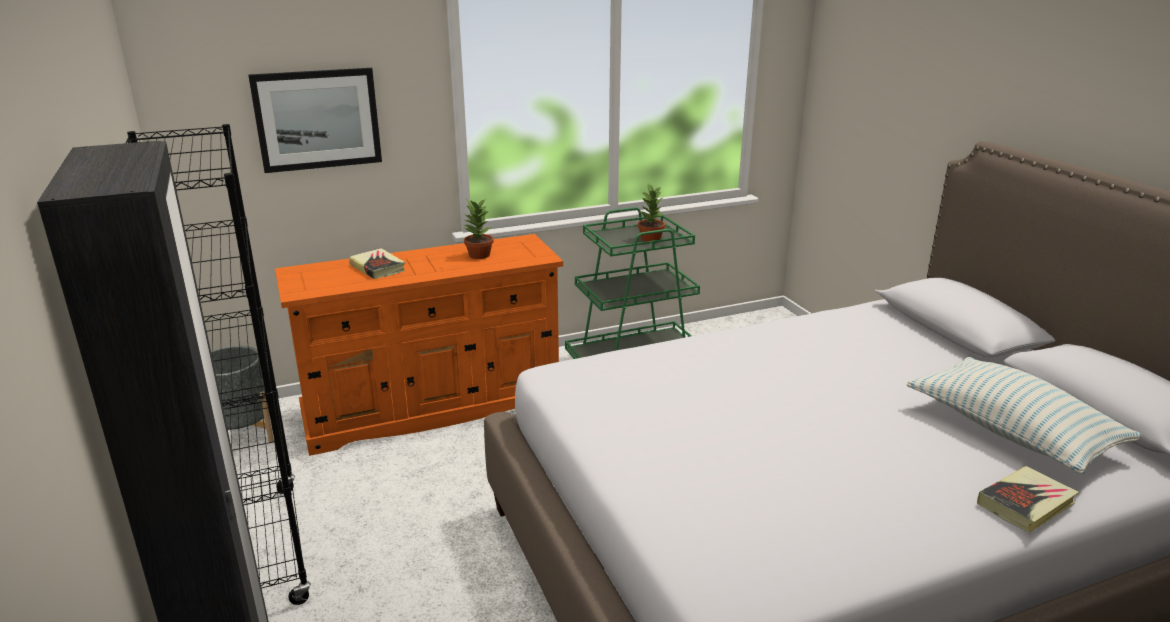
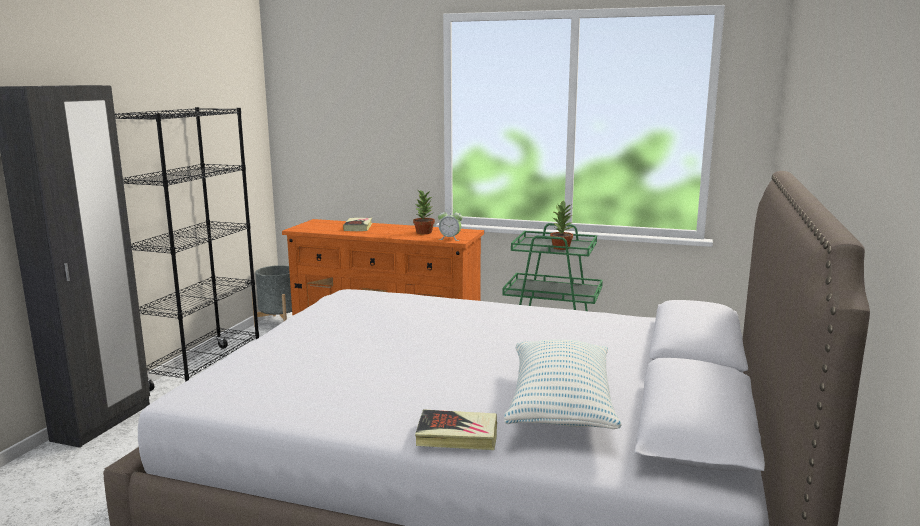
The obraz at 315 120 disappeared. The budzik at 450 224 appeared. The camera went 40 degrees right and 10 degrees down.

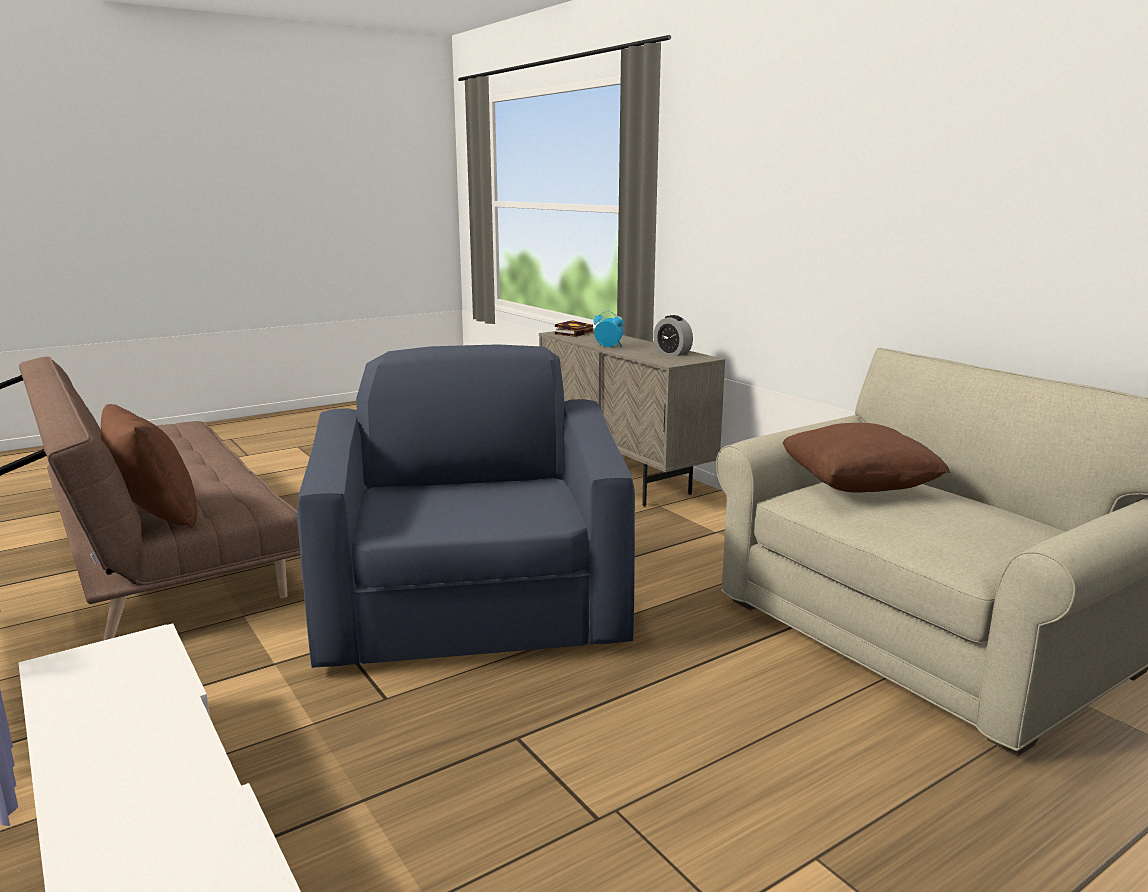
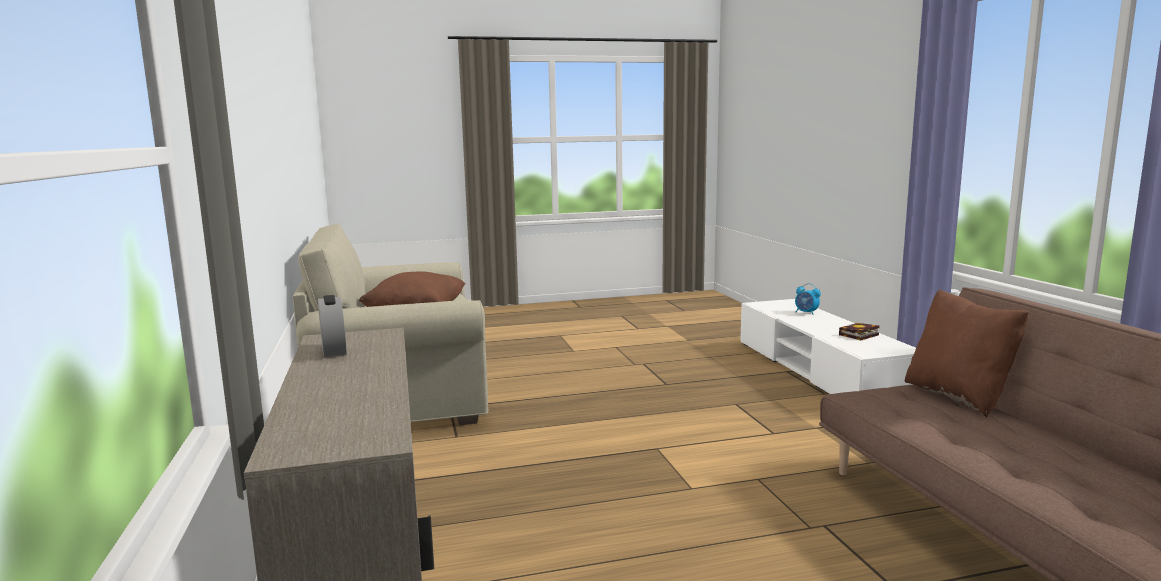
The fotel (niebieski) at 466 506 disappeared. The książka moved from 574 328 to 859 331. The budzik moved from 609 329 to 808 299. The camera went 160 degrees left and 5 degrees down.

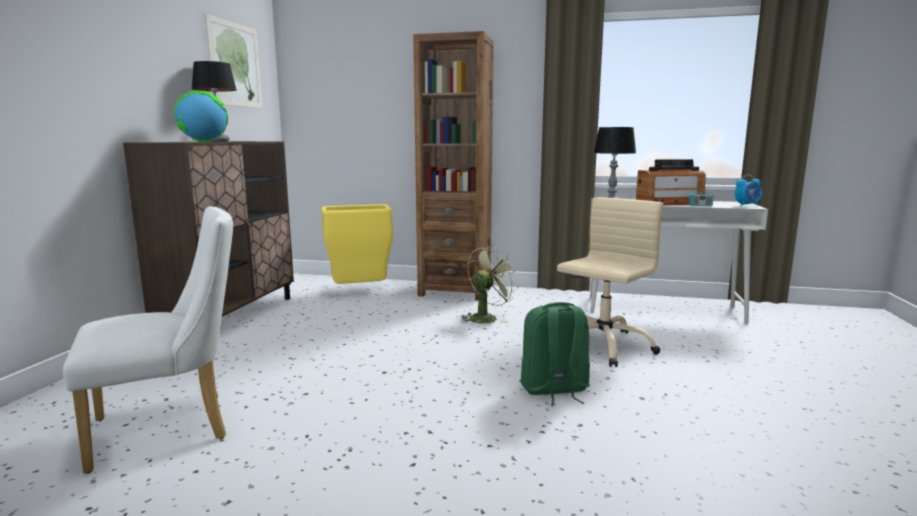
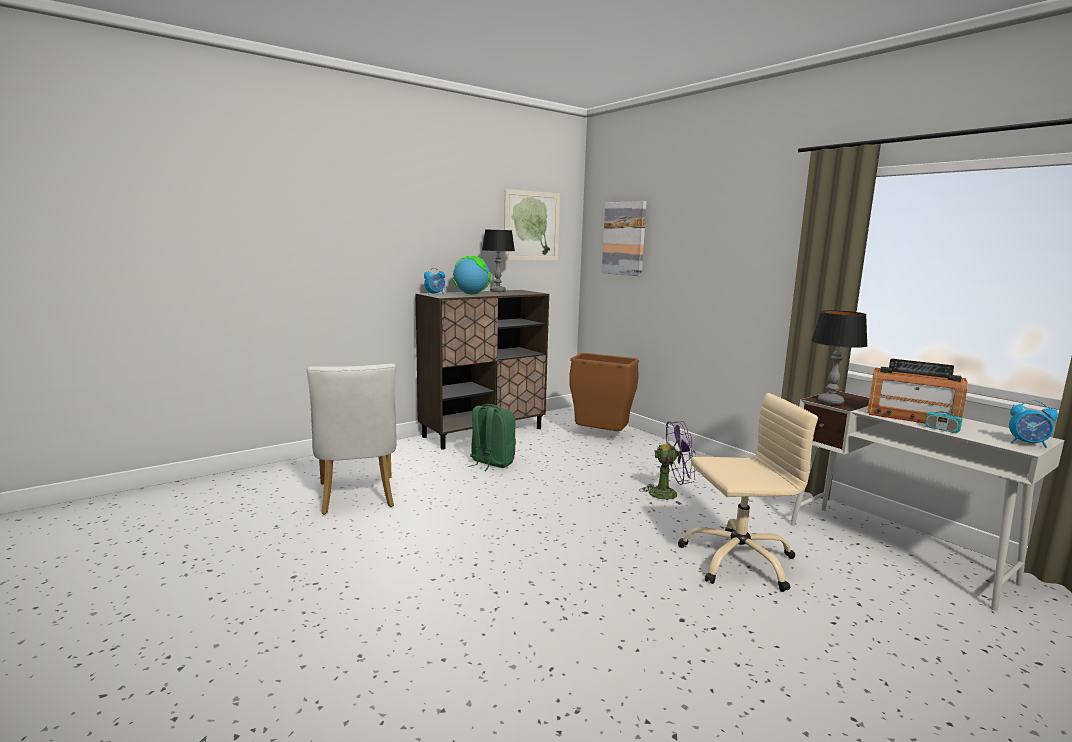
The regał (brązowy) at 453 165 disappeared. The budzik at 434 281 appeared. The obraz at 624 238 appeared. The plecak (zielony) moved from 555 354 to 492 437. The kosz na śmieci (żółty) at 357 244 became the kosz na śmieci (brązowy) at 604 392. The wentylator (zielony) at 490 284 became the wentylator (fioletowy) at 667 463. The krzesło (biały) at 148 340 turned 60 degrees clockwise. The camera went 40 degrees right and 0 degrees up.

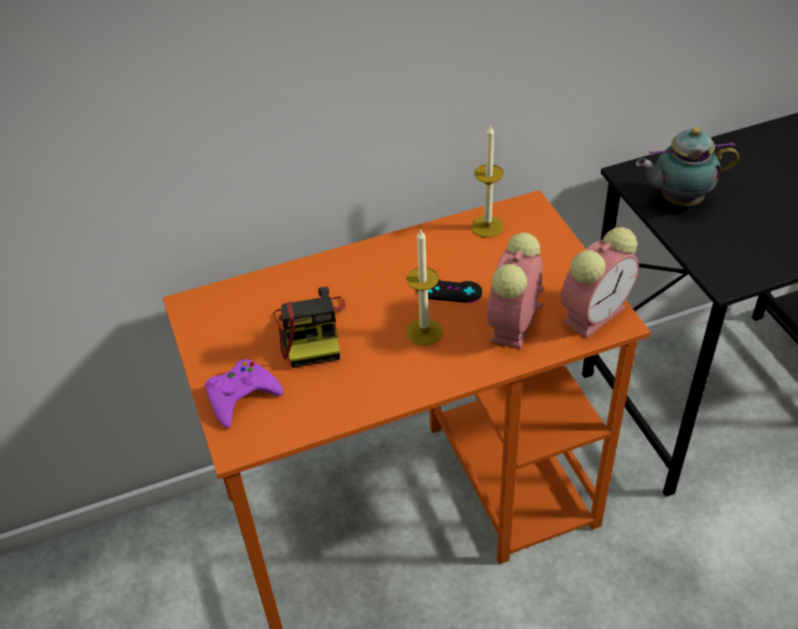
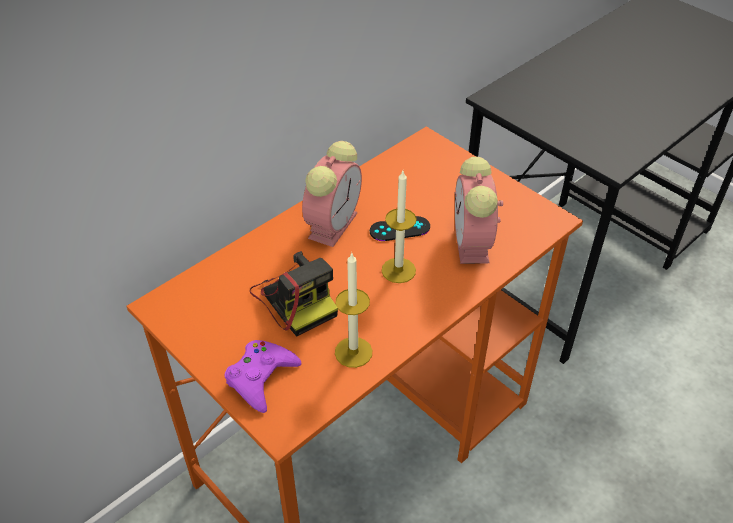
The imbryk at 687 166 disappeared. The świeca moved from 487 180 to 353 310. The budzik moved from 600 283 to 332 194. The camera went 25 degrees left and 0 degrees up.

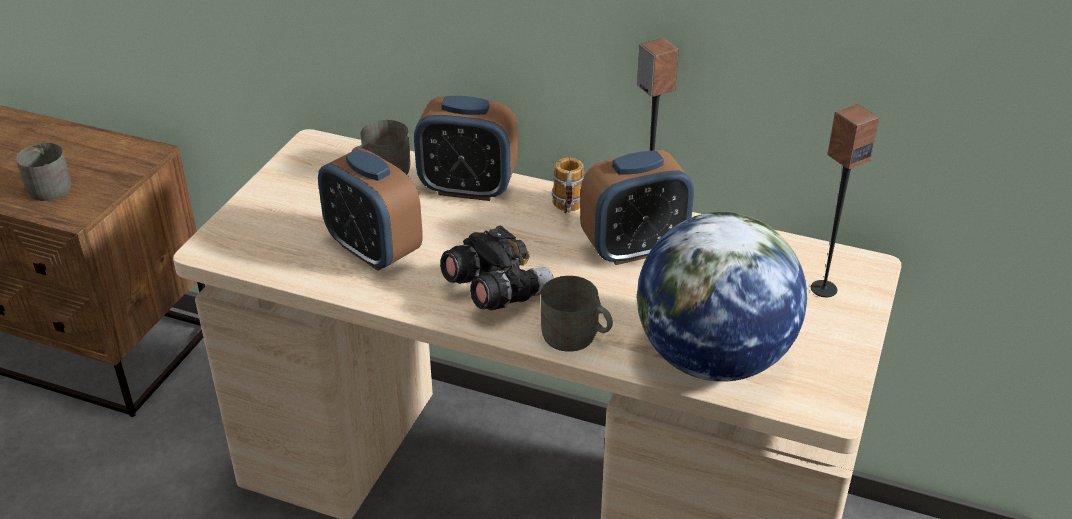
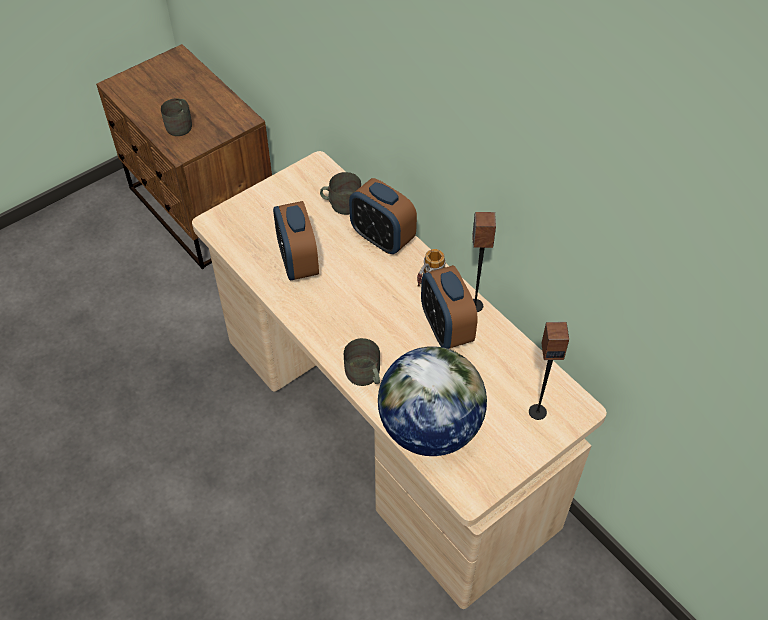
The lornetka (czarny) at 497 267 disappeared. The budzik at 637 207 turned 60 degrees clockwise. The camera went 30 degrees right and 15 degrees up.

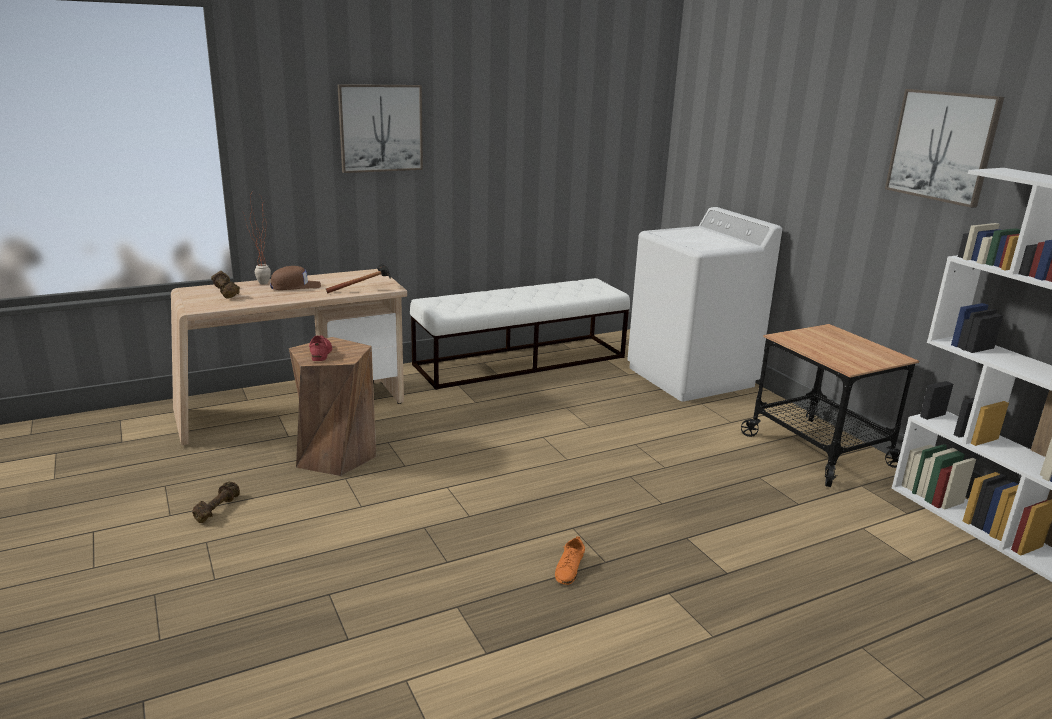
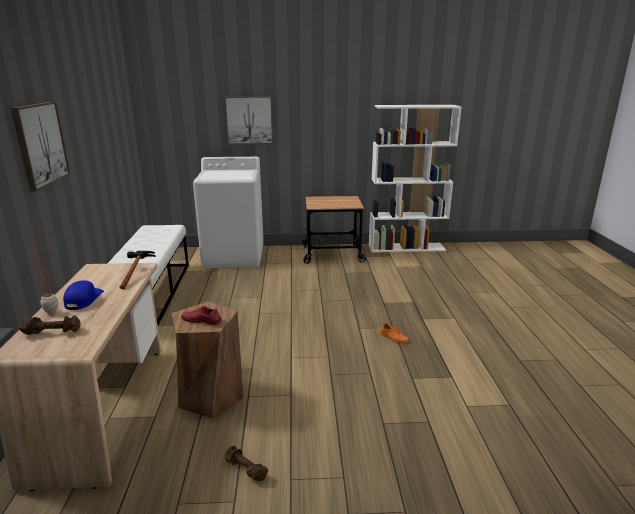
The obraz moved from 944 148 to 248 120. The czapka z daszkiem (brązowy) at 295 278 became the czapka z daszkiem (niebieski) at 83 295. The camera went 65 degrees left and 0 degrees up.

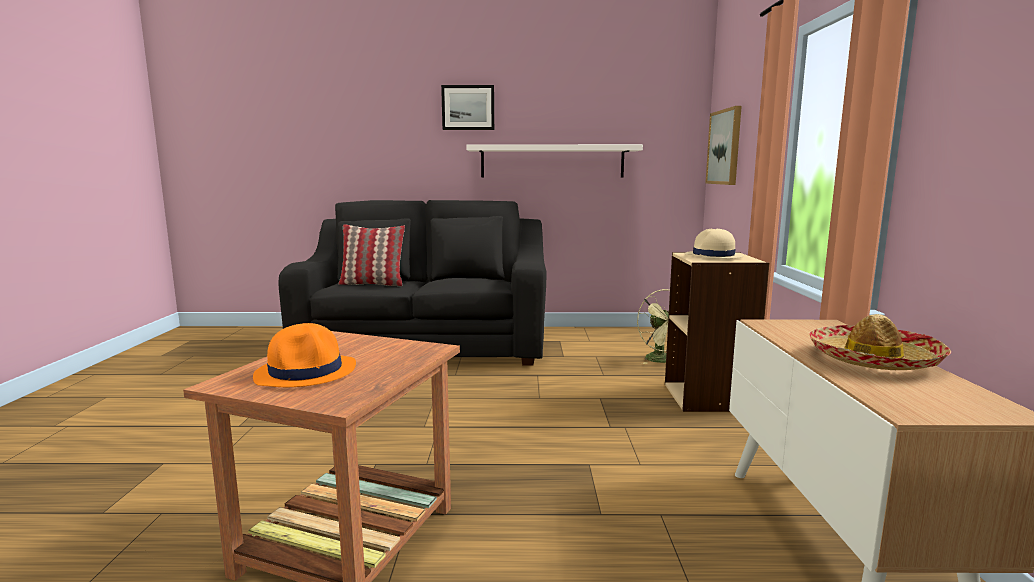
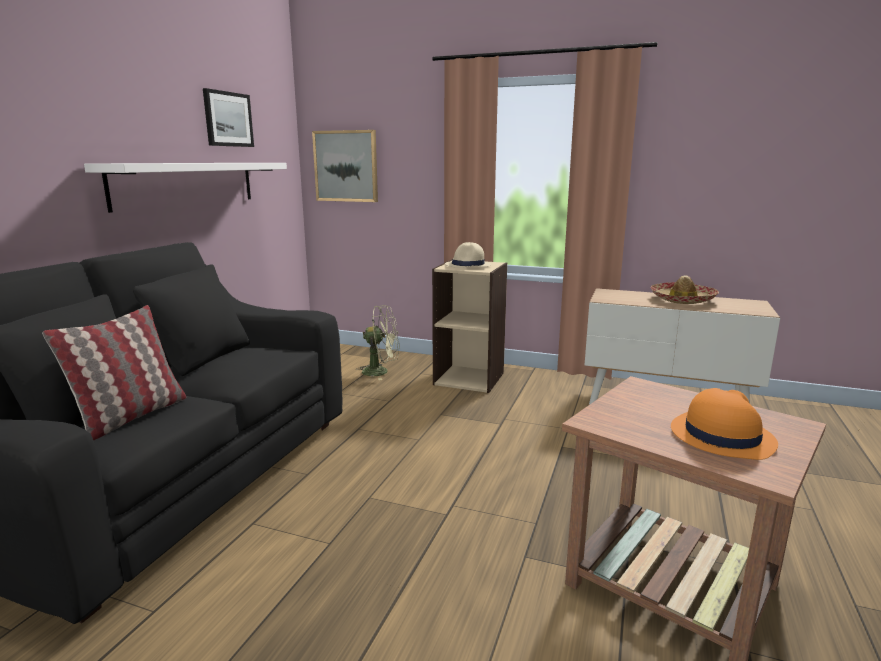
The obraz moved from 467 107 to 228 117. The camera went 70 degrees left and 5 degrees up.

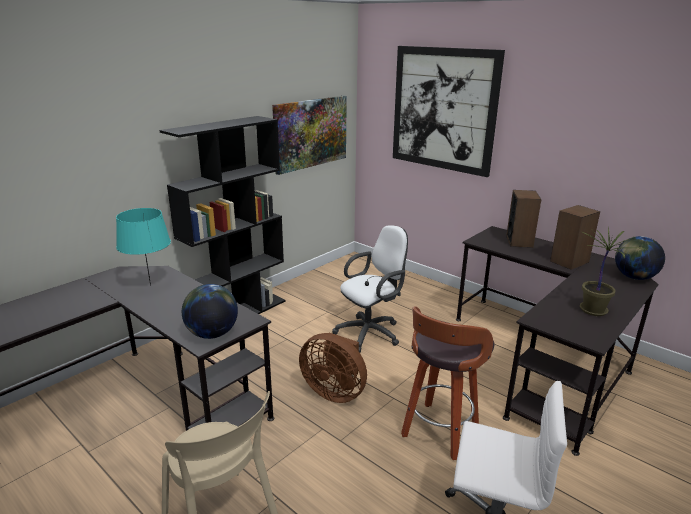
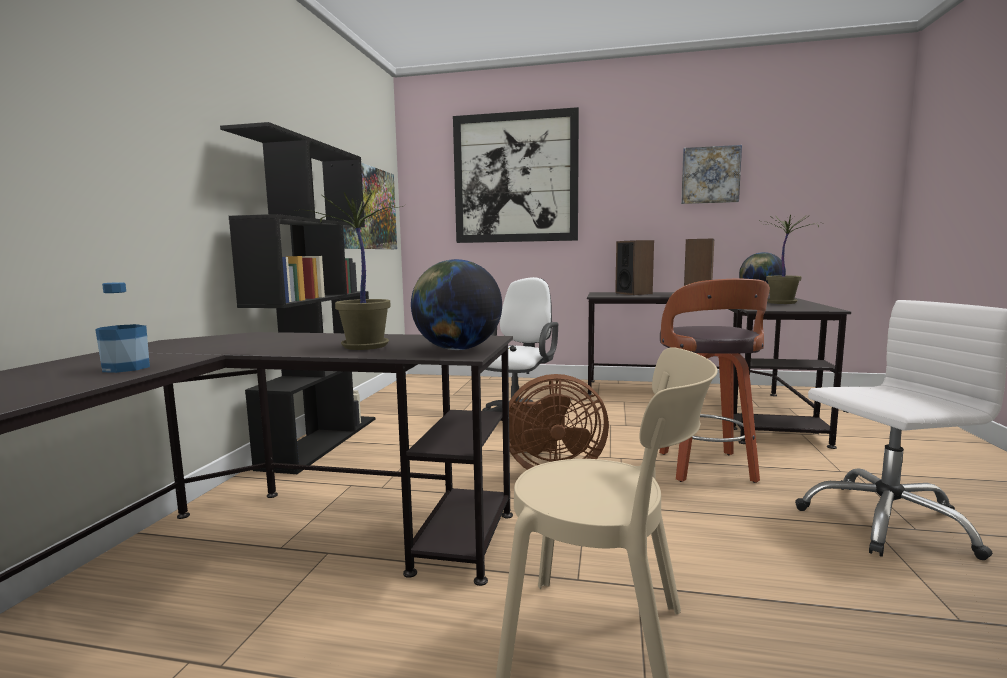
The lampa stołowa (turkusowy) at 143 247 disappeared. The butelka at 122 327 appeared. The roślina doniczkowa at 350 271 appeared. The obraz at 711 174 appeared. The camera went 30 degrees left and 15 degrees down.

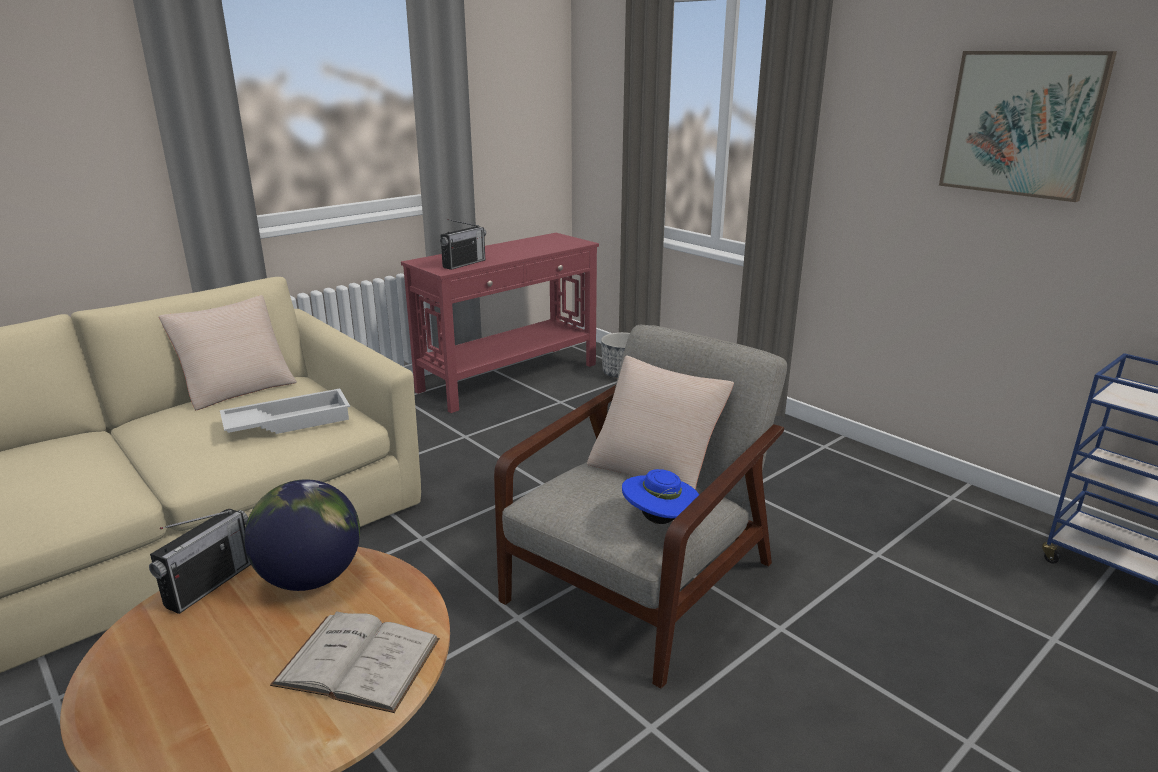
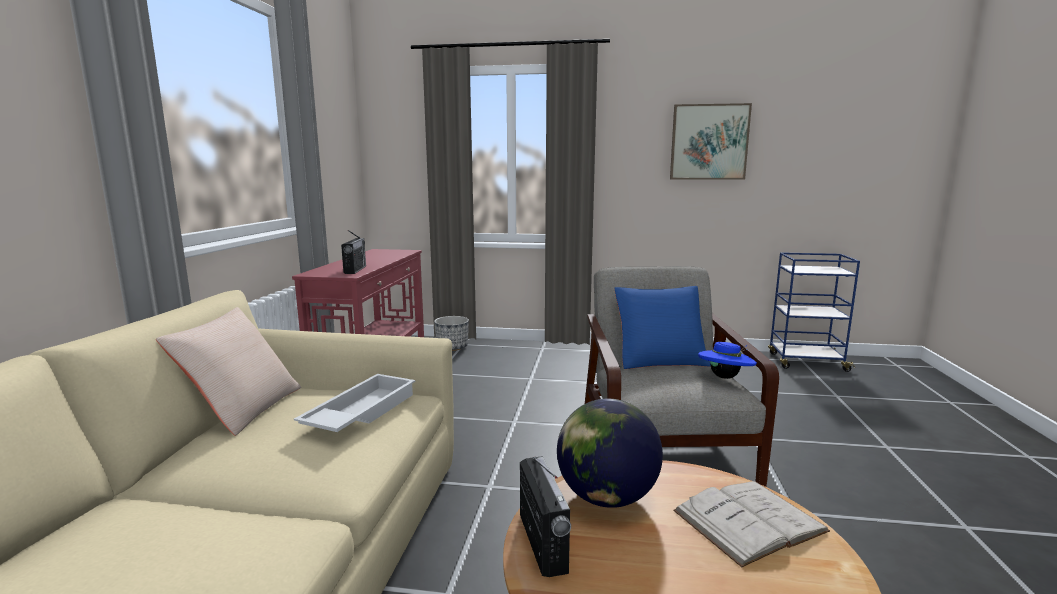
The poduszka (beżowy) at 660 422 became the poduszka (niebieski) at 662 327. The camera went 40 degrees left and 10 degrees down.

